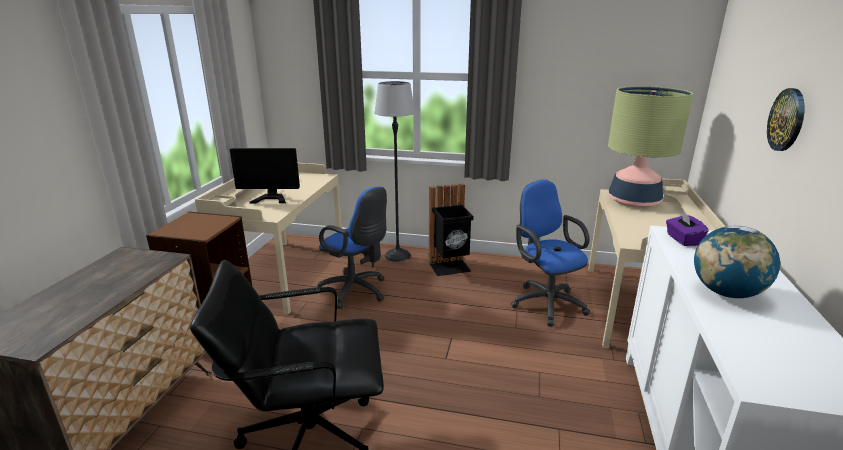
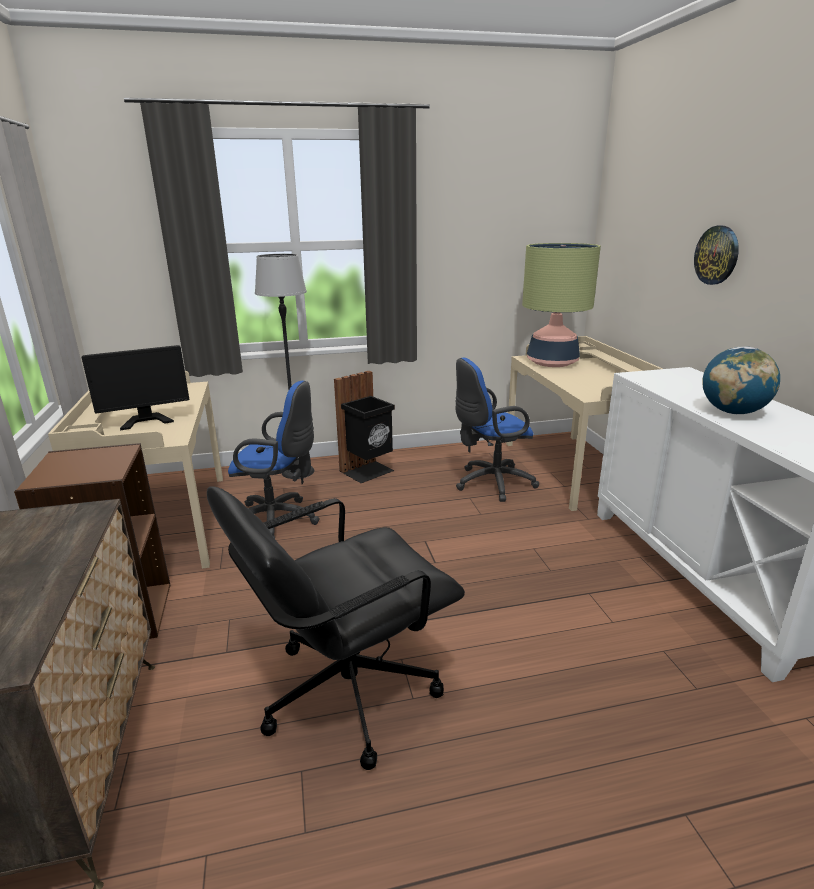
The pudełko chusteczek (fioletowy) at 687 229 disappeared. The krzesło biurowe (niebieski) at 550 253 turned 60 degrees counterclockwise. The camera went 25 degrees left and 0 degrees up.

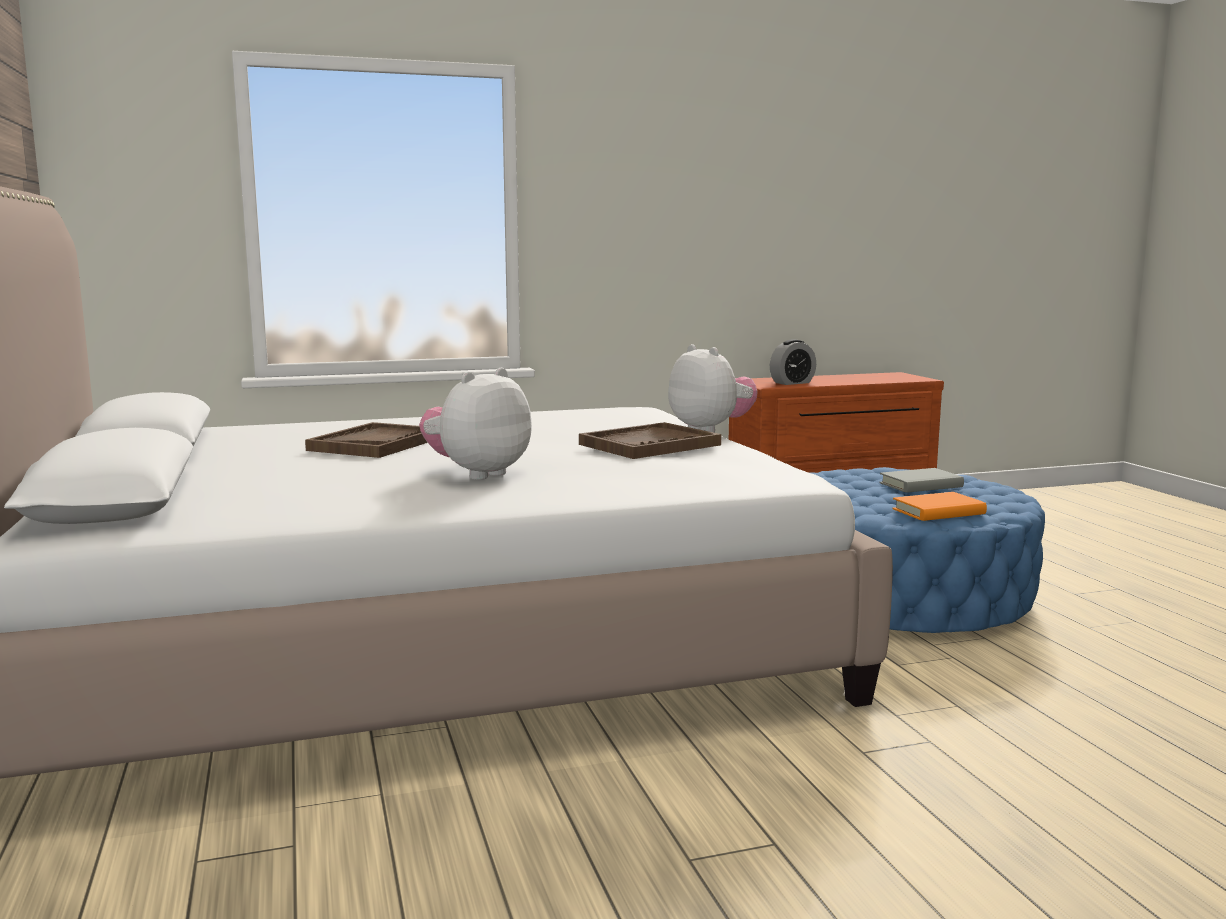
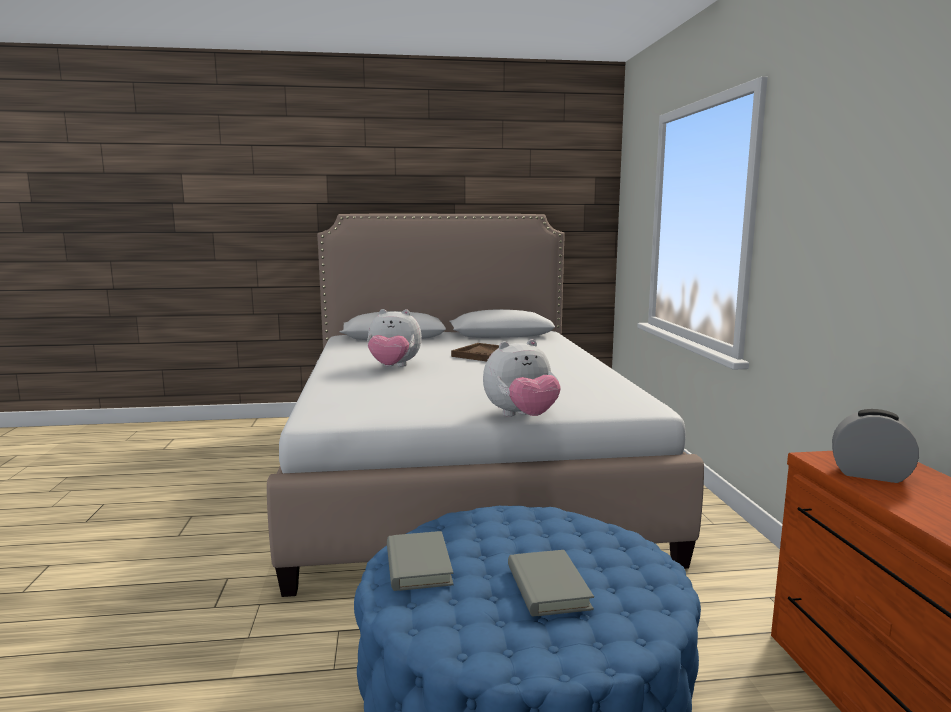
The taca (brązowy) at 650 440 disappeared. The książka (pomarańczowy) at 939 506 became the książka (szary) at 420 561. The pluszak at 475 424 turned 135 degrees clockwise. The budzik at 793 362 turned 135 degrees clockwise. The camera went 100 degrees right and 0 degrees up.

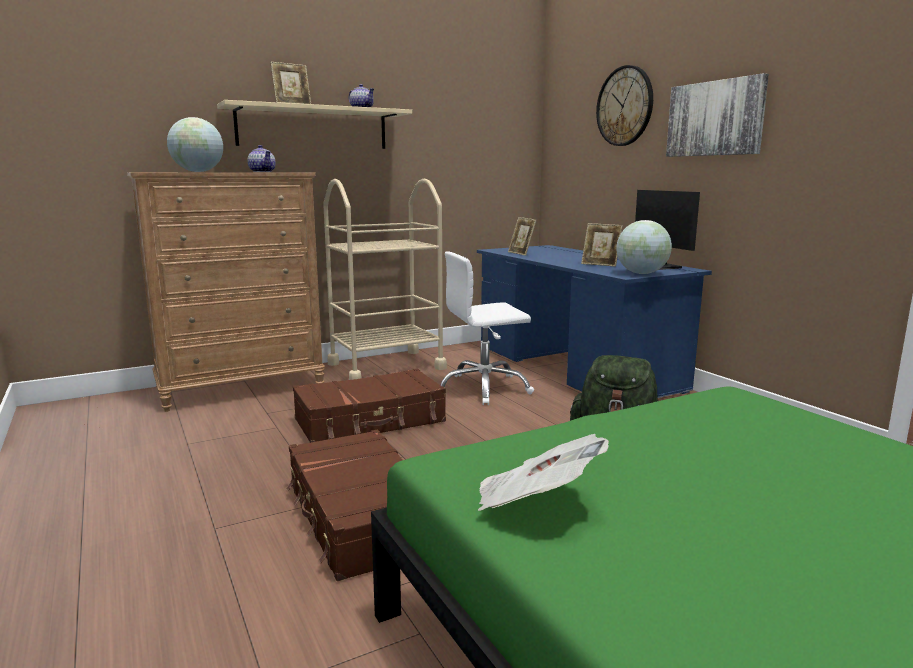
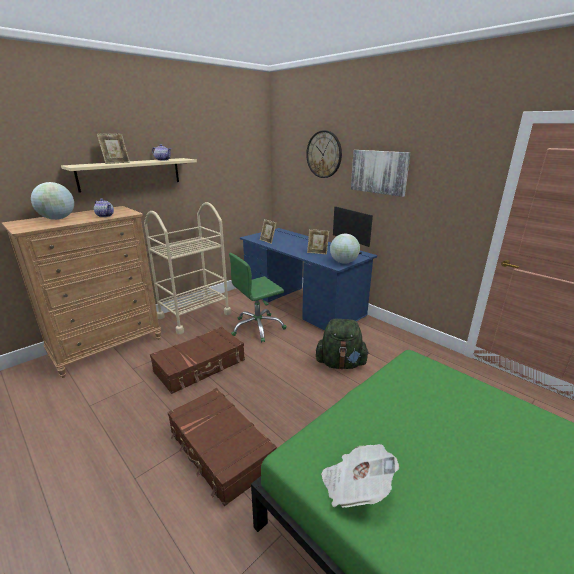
The krzesło biurowe (biały) at 487 328 became the krzesło biurowe (zielony) at 257 297. The camera went 15 degrees left and 10 degrees up.

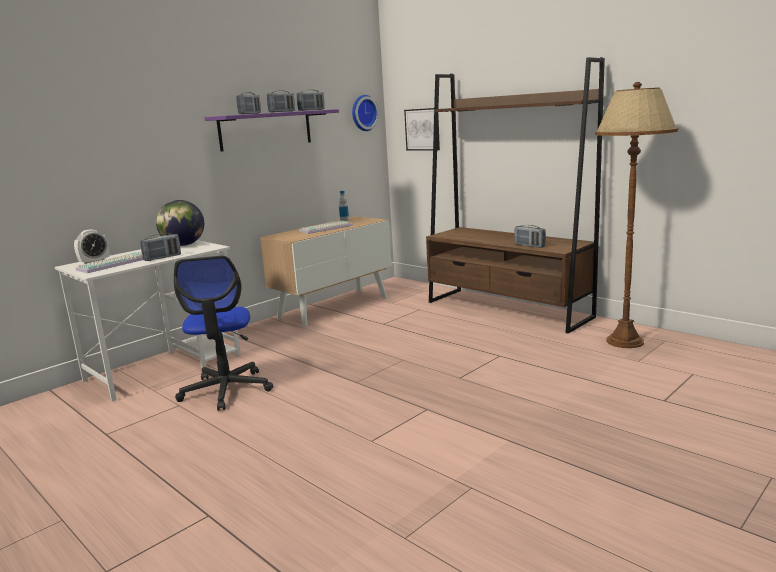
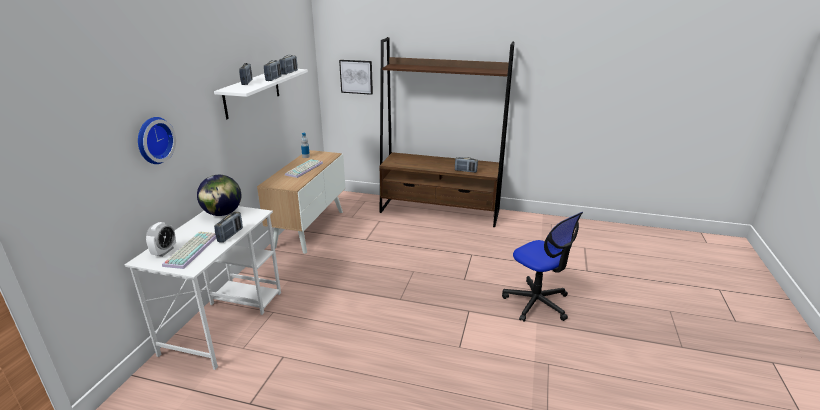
The lampa stojąca (brązowy) at 636 215 disappeared. The krzesło biurowe moved from 223 333 to 542 267. The zegar ścienny moved from 365 113 to 157 140. The półka (fioletowy) at 272 130 became the półka (biały) at 261 94. The camera went 30 degrees left and 10 degrees up.

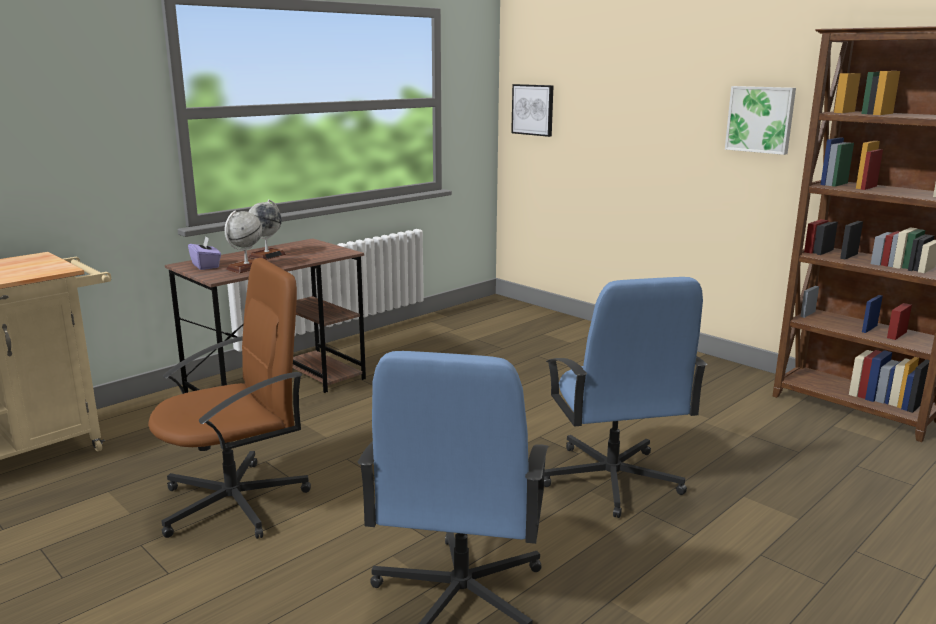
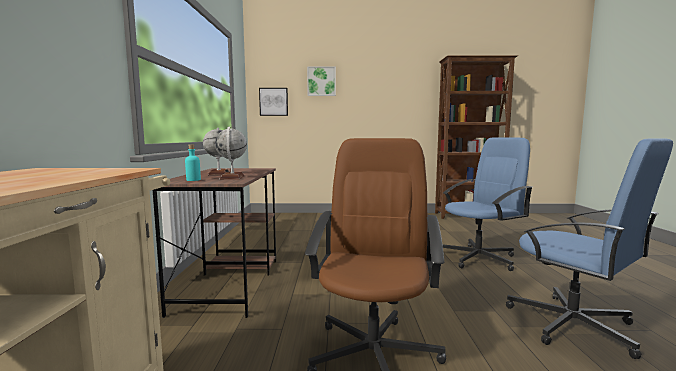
The obraz moved from 760 120 to 321 81. The pudełko chusteczek (fioletowy) at 204 253 was replaced by the butelka (turkusowy) at 193 162. The krzesło biurowe (niebieski) at 625 397 turned 60 degrees counterclockwise. The camera went 45 degrees left and 10 degrees down.

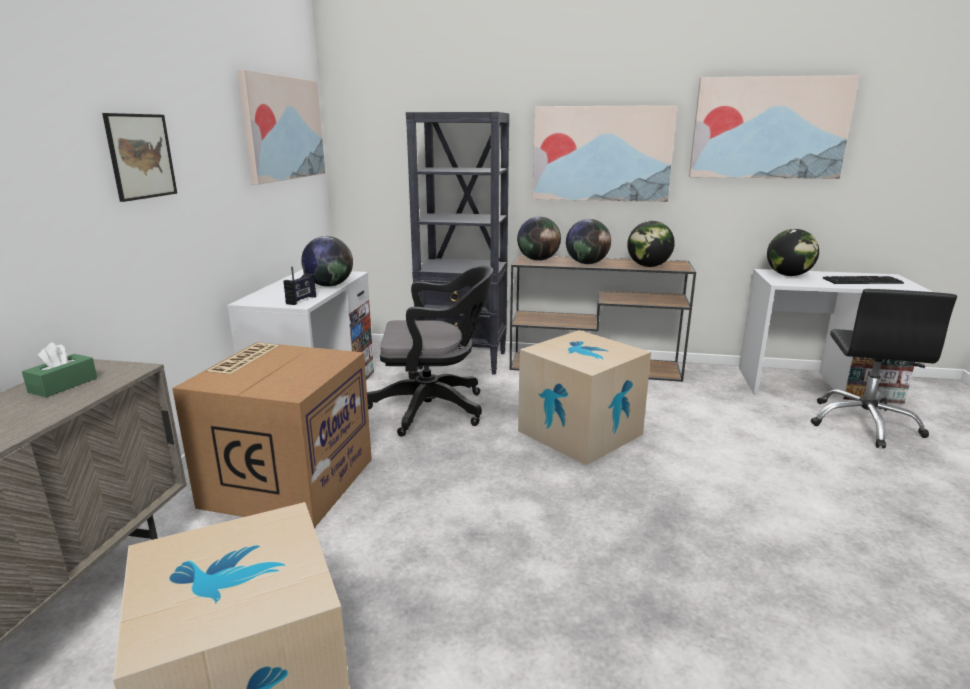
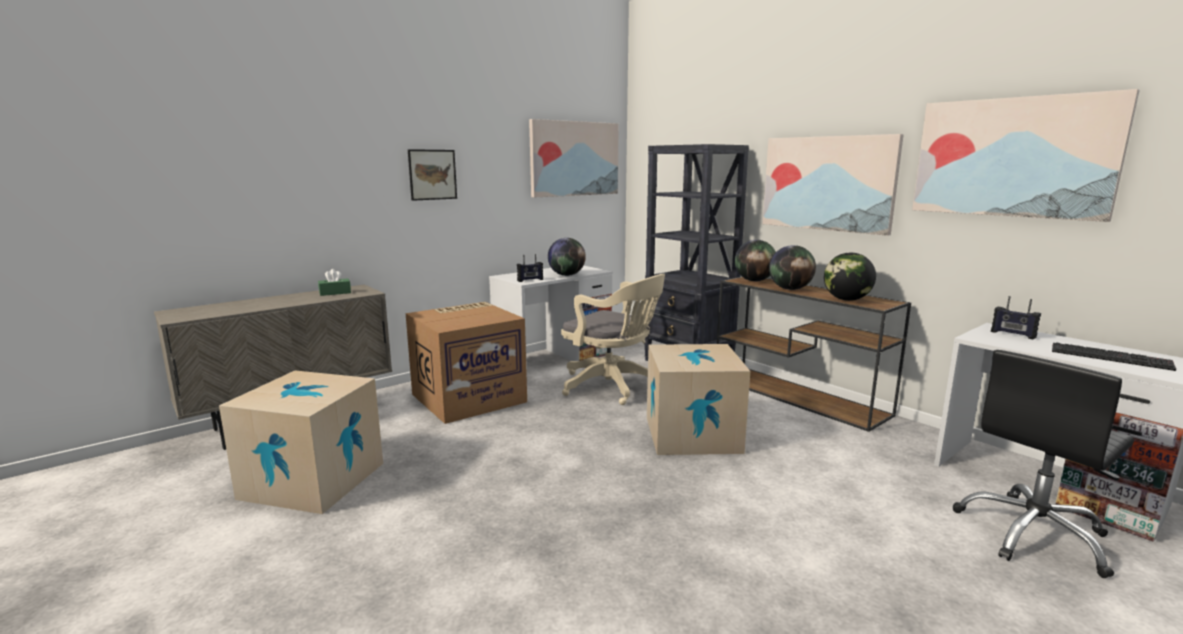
The globus at 793 252 was replaced by the radio at 1016 317. The krzesło biurowe (czarny) at 430 351 became the krzesło biurowe (beżowy) at 613 339. The camera went 40 degrees right and 5 degrees down.

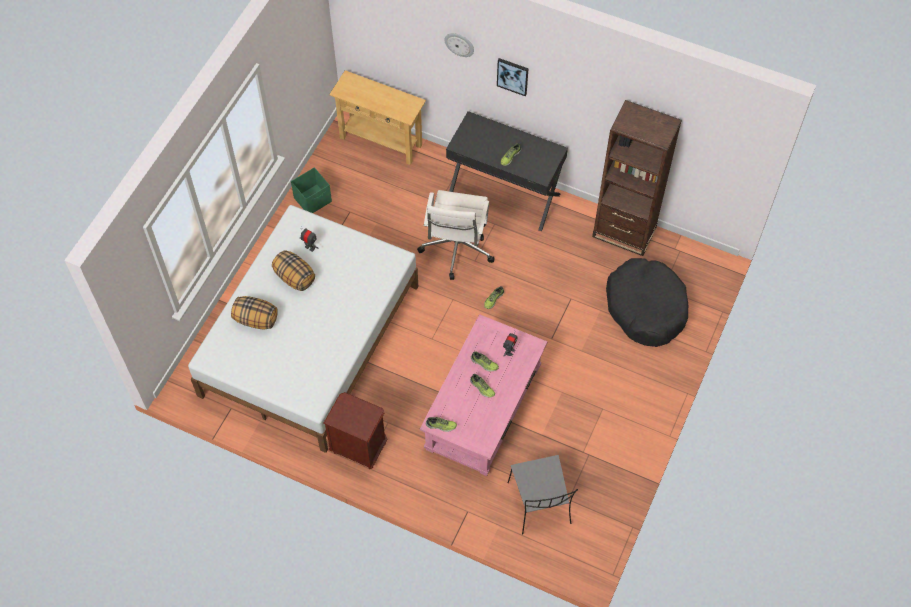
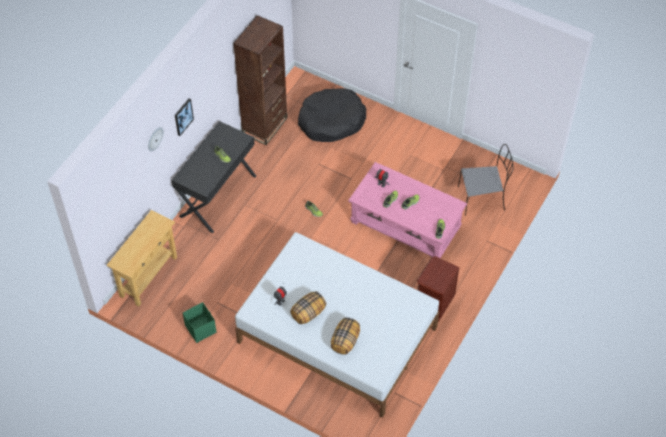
The krzesło biurowe (biały) at 456 235 disappeared. The camera went 85 degrees left and 5 degrees down.

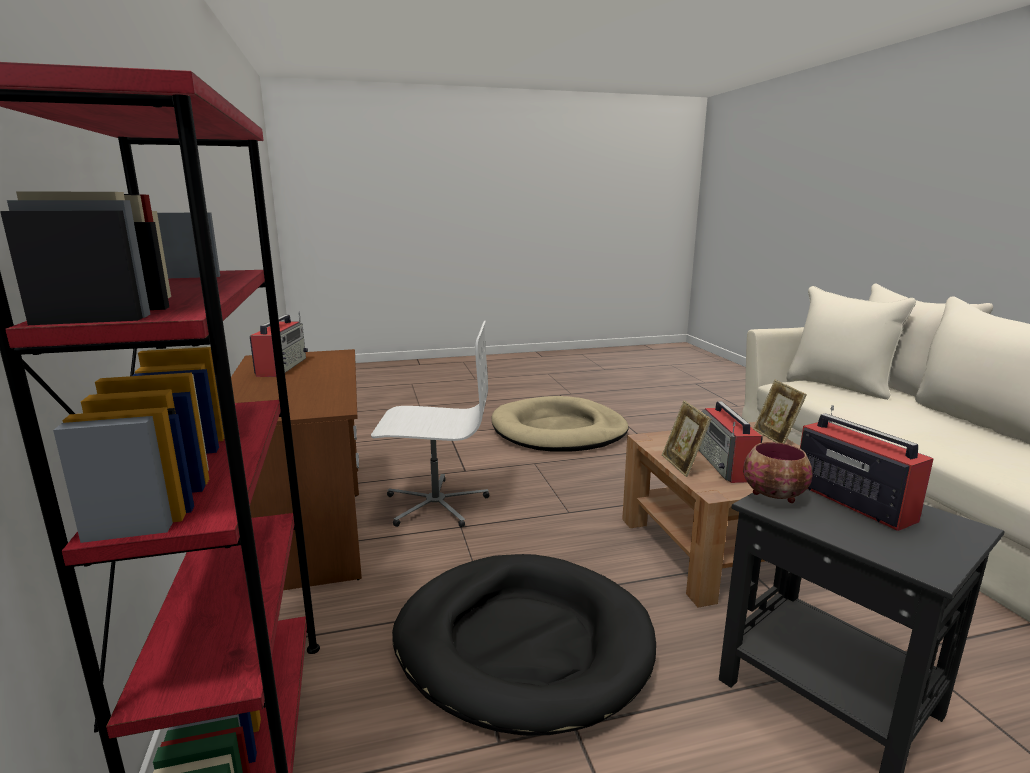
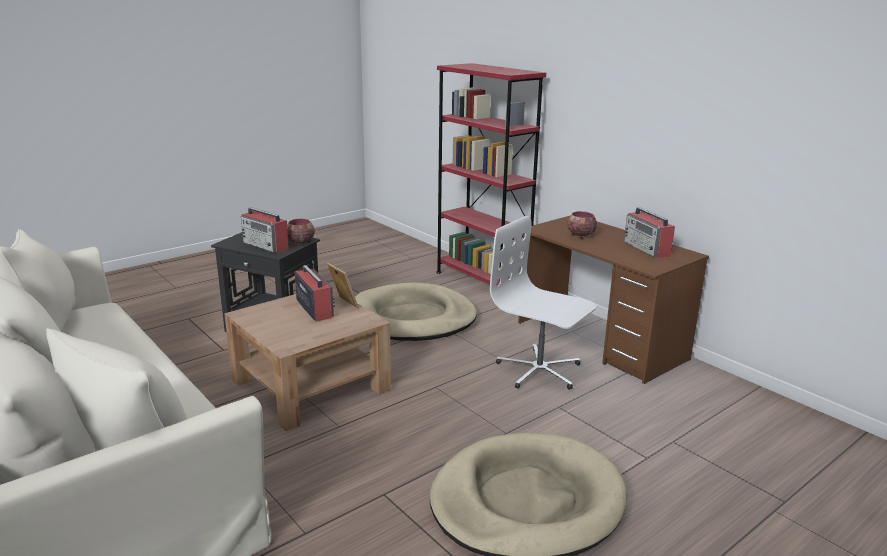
The ramka na zdjęcie at 780 411 disappeared. The miska at 582 225 appeared. The legowisko (czarny) at 524 645 became the legowisko (beżowy) at 416 311. The krzesło biurowe (biały) at 430 424 turned 60 degrees clockwise. The camera went 155 degrees right and 5 degrees up.

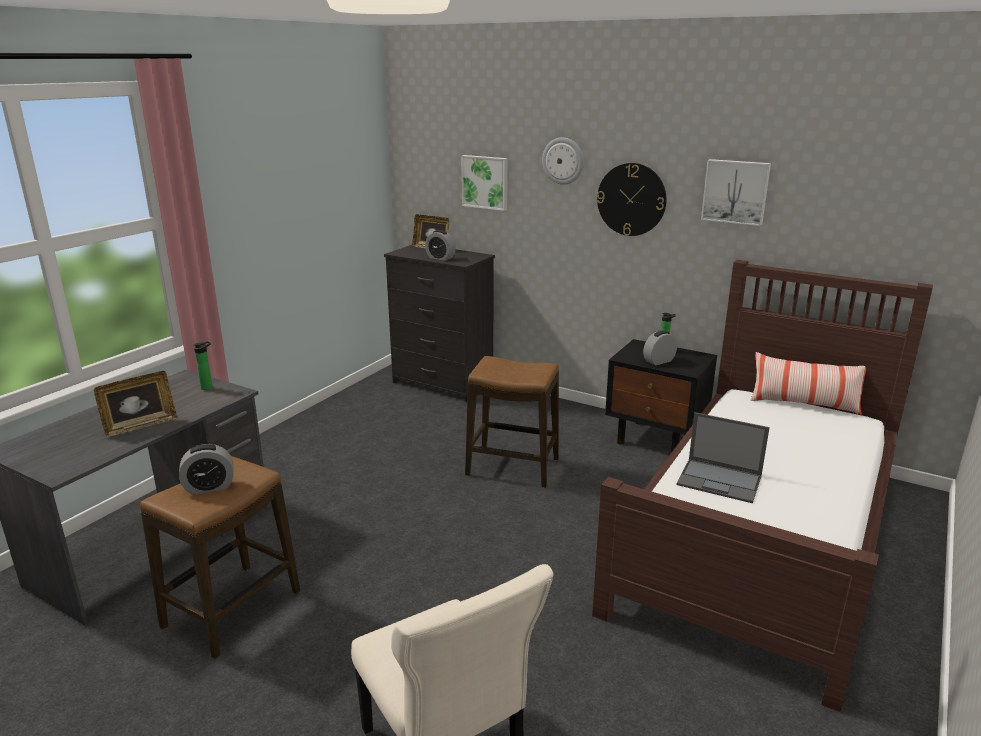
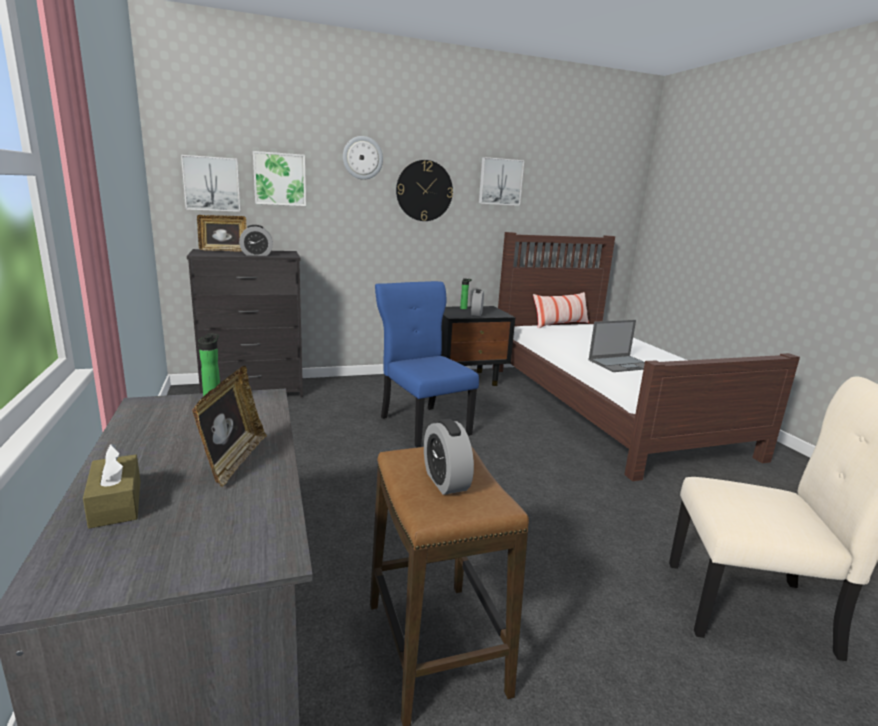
The pudełko chusteczek (brązowy) at 111 486 appeared. The obraz at 210 183 appeared. The stołek at 512 422 was replaced by the krzesło (niebieski) at 427 364. The budzik at 206 469 turned 135 degrees clockwise. The camera went 50 degrees left and 5 degrees down.

